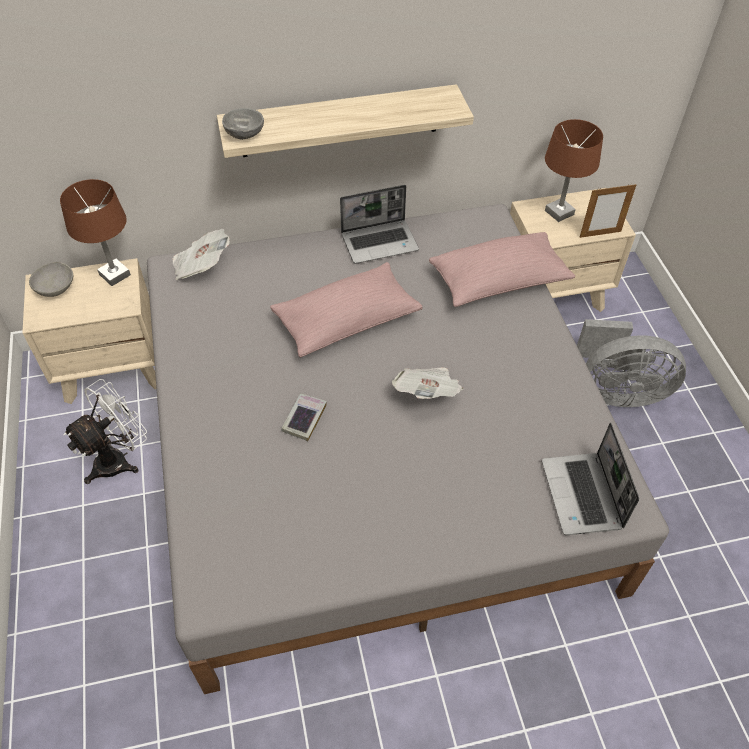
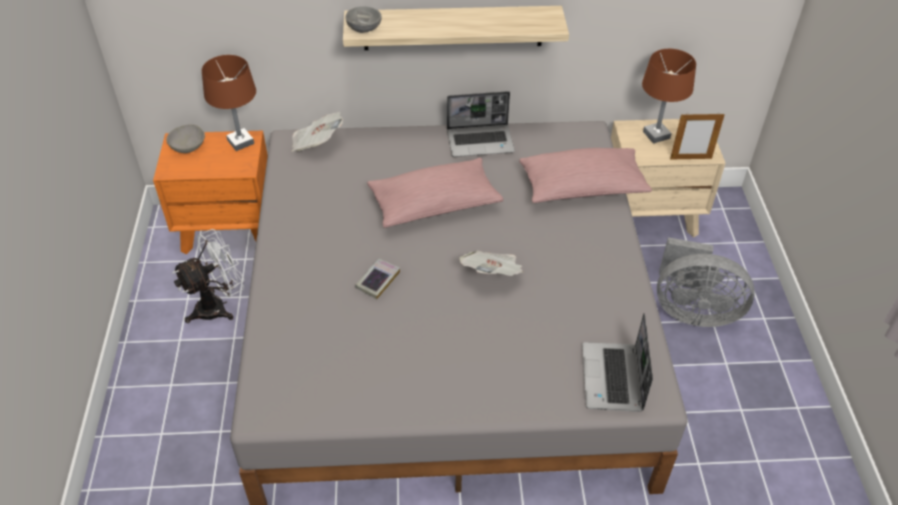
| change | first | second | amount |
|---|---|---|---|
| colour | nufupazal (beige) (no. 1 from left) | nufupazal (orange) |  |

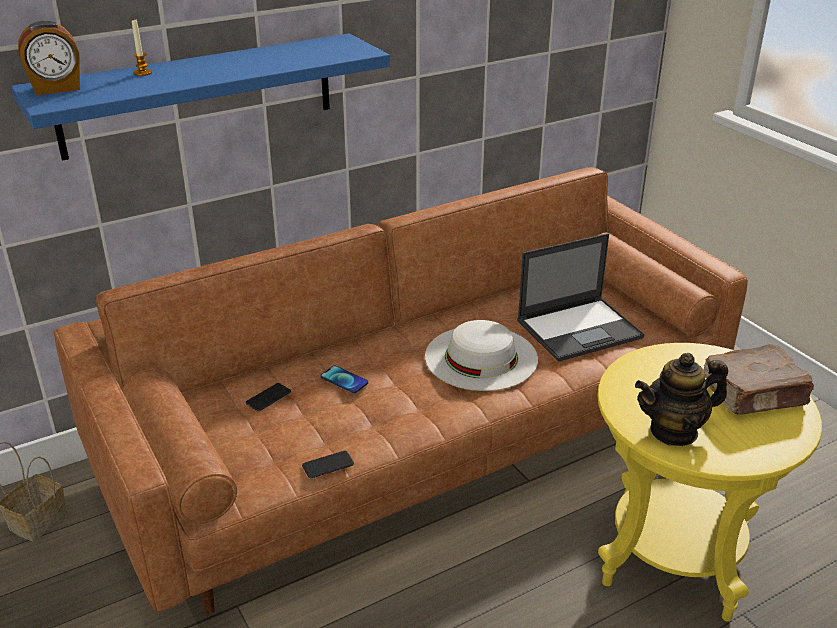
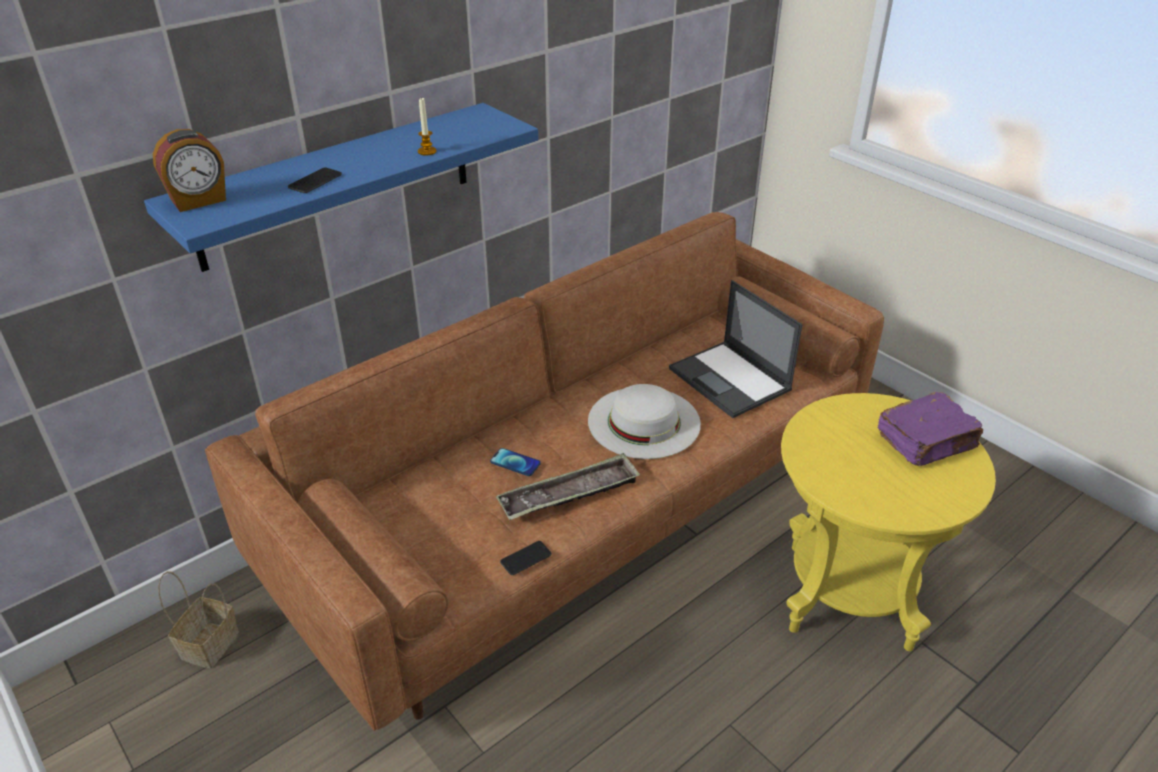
| change | first | second | amount |
|---|---|---|---|
| relocated | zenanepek |  |  |
| spun | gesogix |  | 90 degrees clockwise |
| colour | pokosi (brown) | pokosi (purple) |  |
| missing | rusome |  |  |
| relocated | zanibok (no. 1 from left) |  |  |
| appeared |  | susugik |  |

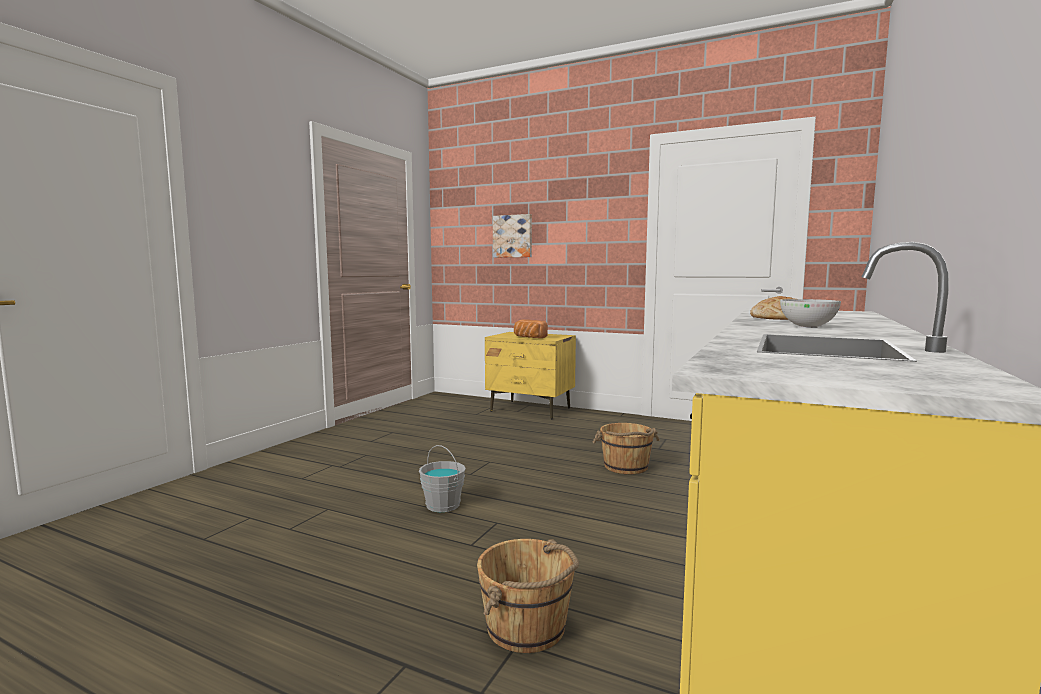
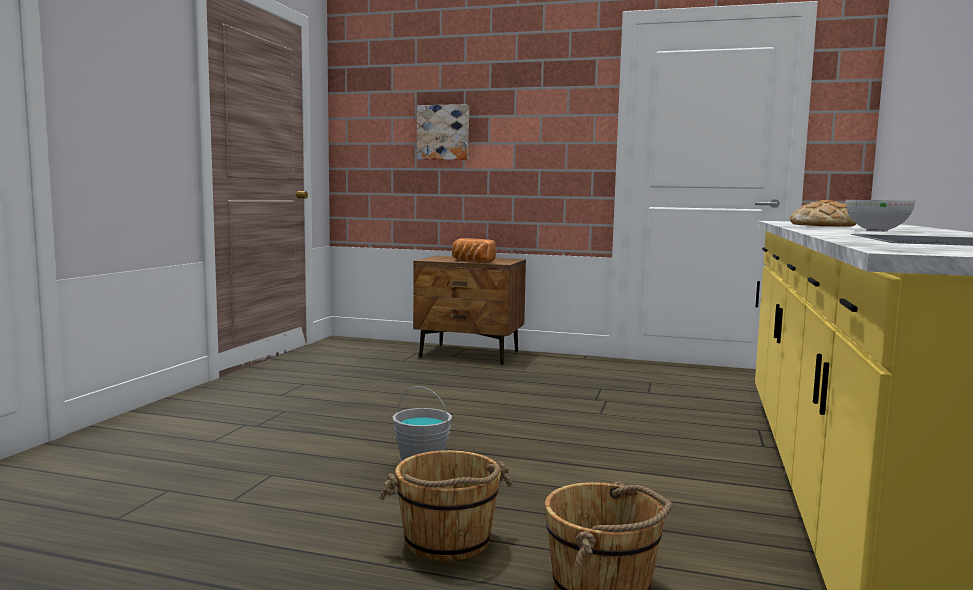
| change | first | second | amount |
|---|---|---|---|
| colour | nufupazal (yellow) | nufupazal (brown) |  |
| relocated | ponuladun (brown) (no. 2 from left in the first image) | ponuladun (brown) (no. 1 from left) |  |

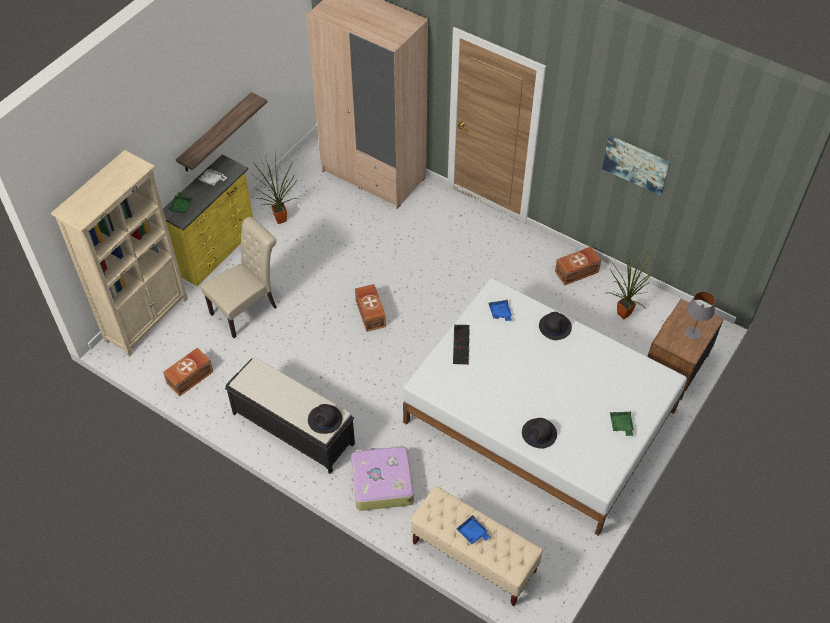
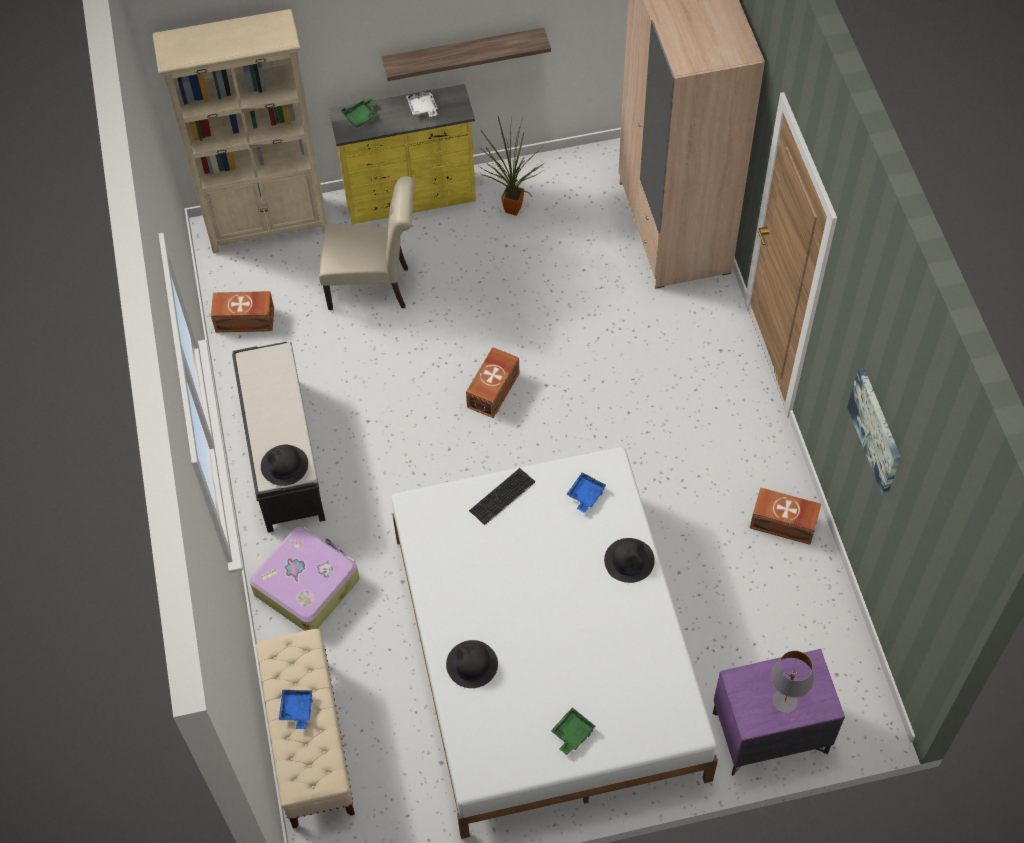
| change | first | second | amount |
|---|---|---|---|
| missing | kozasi (no. 2 from left) |  |  |
| colour | nufupazal (brown) | nufupazal (purple) |  |

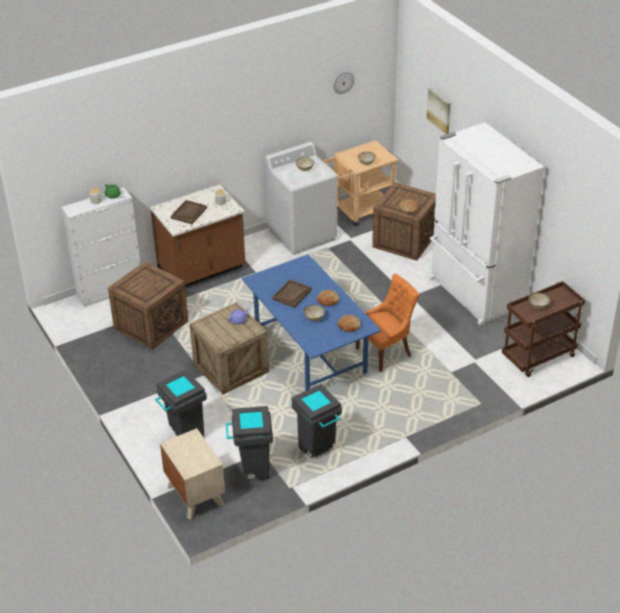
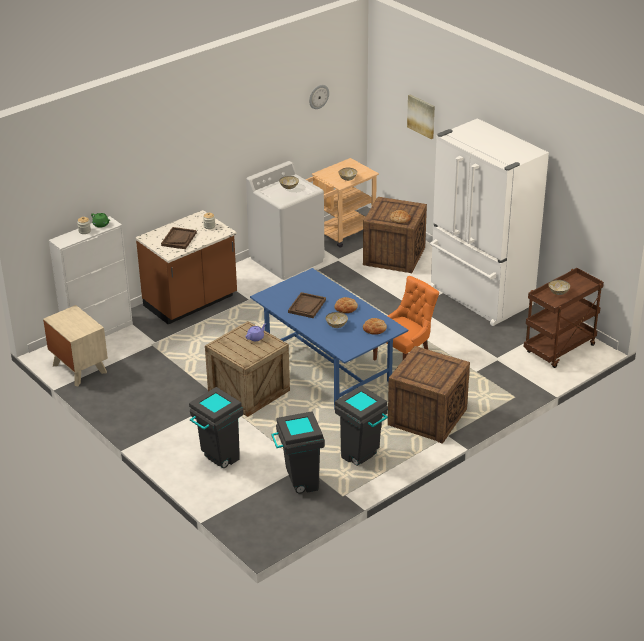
| change | first | second | amount |
|---|---|---|---|
| relocated | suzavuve (no. 1 from left in the first image) | suzavuve (no. 3 from left) |  |
| relocated | nufupazal (beige) |  |  |

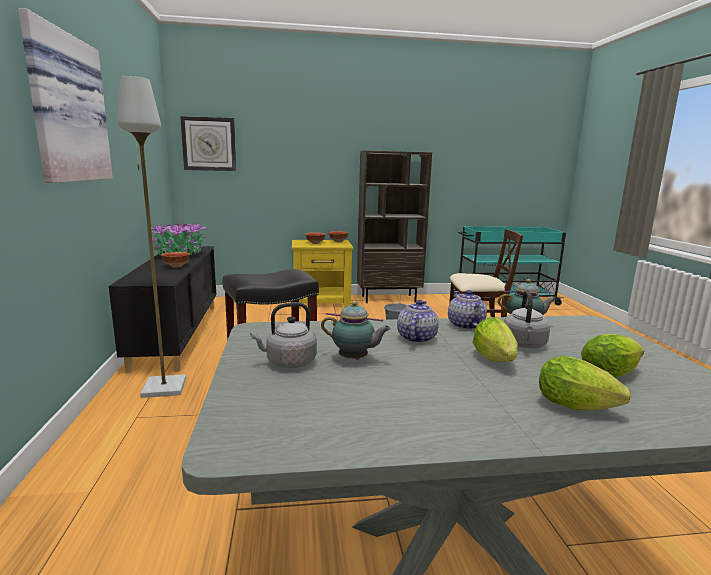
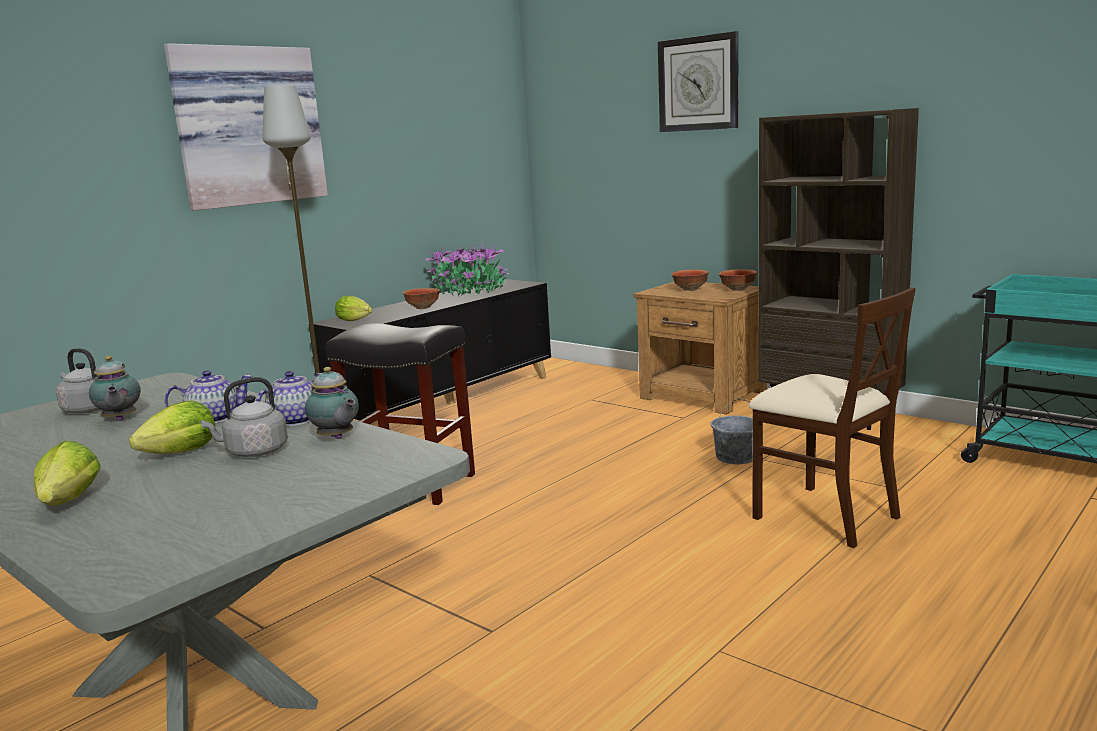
| change | first | second | amount |
|---|---|---|---|
| relocated | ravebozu |  |  |
| colour | nufupazal (yellow) | nufupazal (brown) |  |
| relocated | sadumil (no. 3 from left) |  |  |

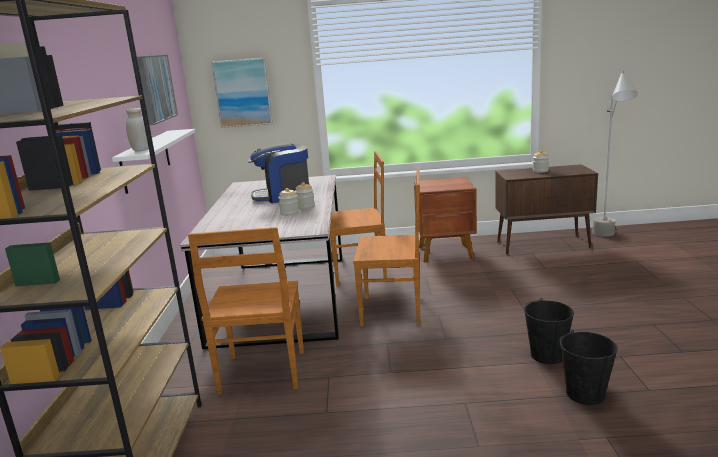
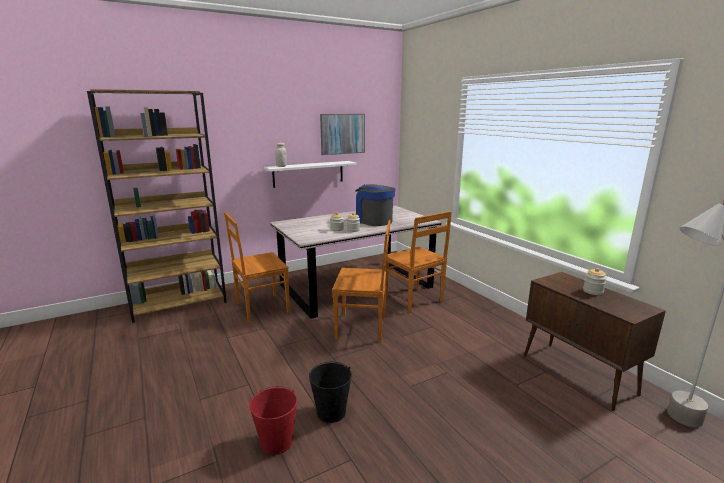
| change | first | second | amount |
|---|---|---|---|
| missing | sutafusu (no. 2 from left) |  |  |
| spun | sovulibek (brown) (no. 3 from left in the first image) | sovulibek (brown) (no. 2 from left) | 60 degrees counterclockwise |
| missing | nufupazal (brown) |  |  |
| colour | ponuladun (black) (no. 2 from left) | ponuladun (red) |  |

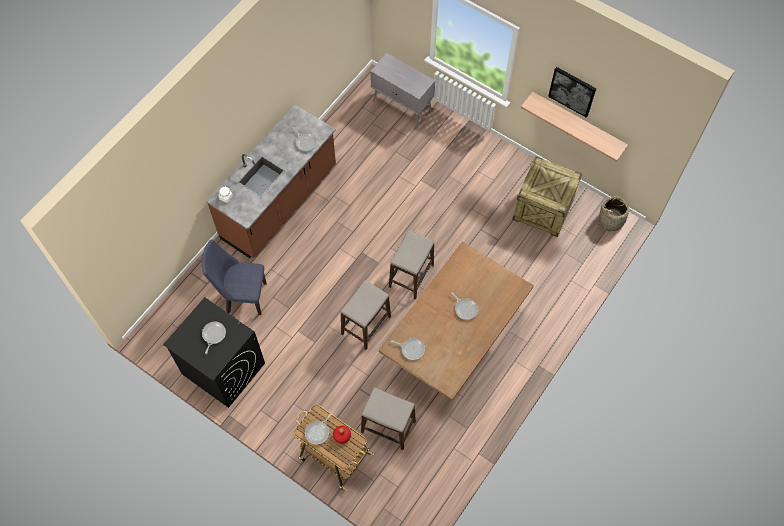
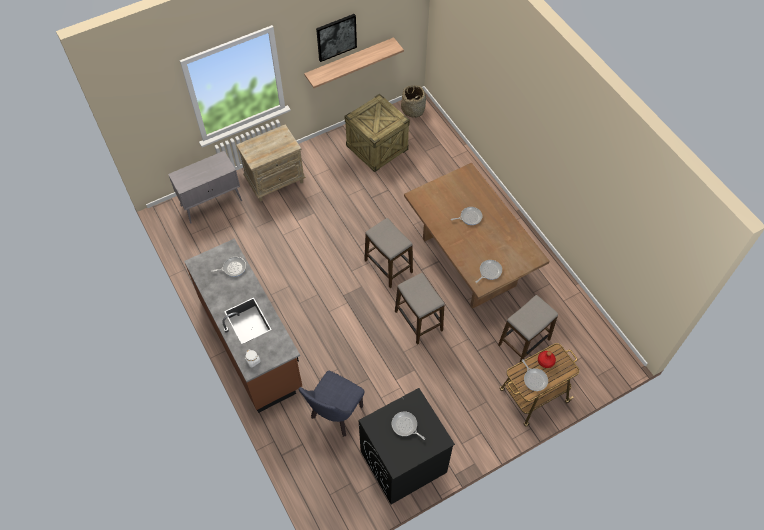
| change | first | second | amount |
|---|---|---|---|
| appeared |  | nufupazal (beige) |  |

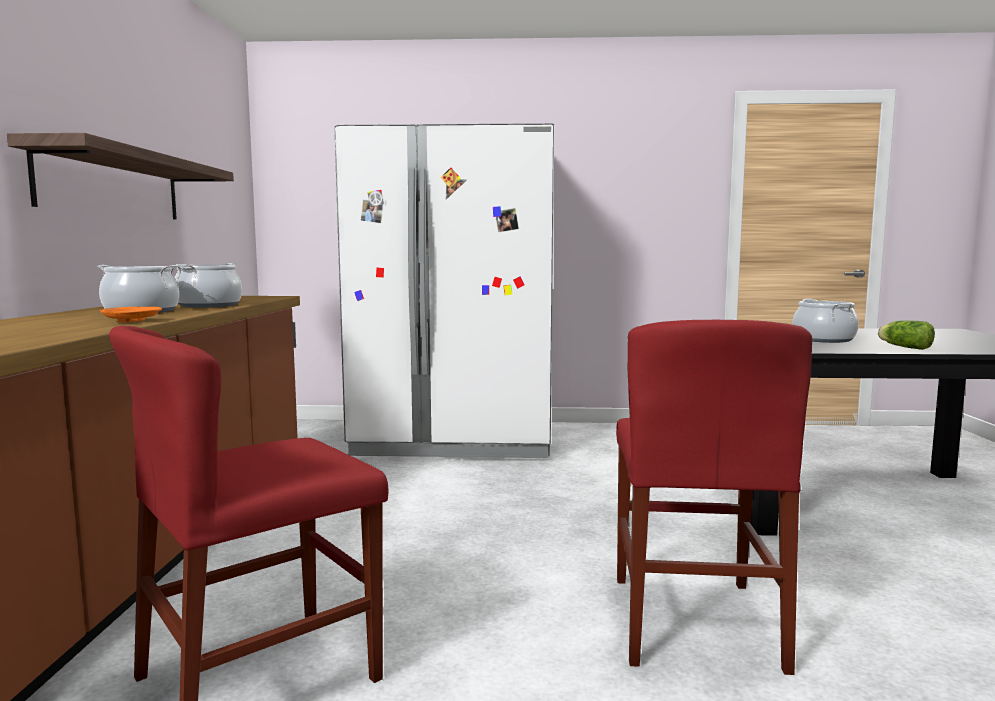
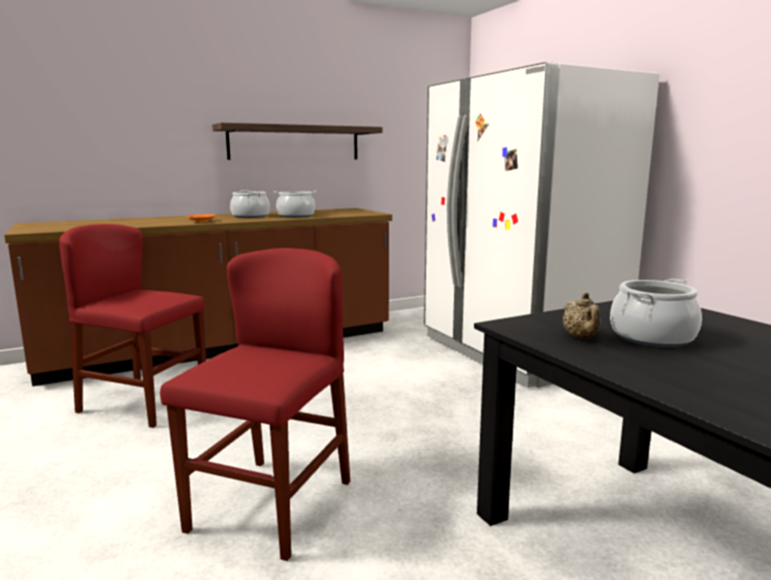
| change | first | second | amount |
|---|---|---|---|
| spun | sovulibek (red) (no. 2 from left) |  | 135 degrees clockwise |
| missing | sadumil |  |  |
| appeared |  | rusome (beige) |  |

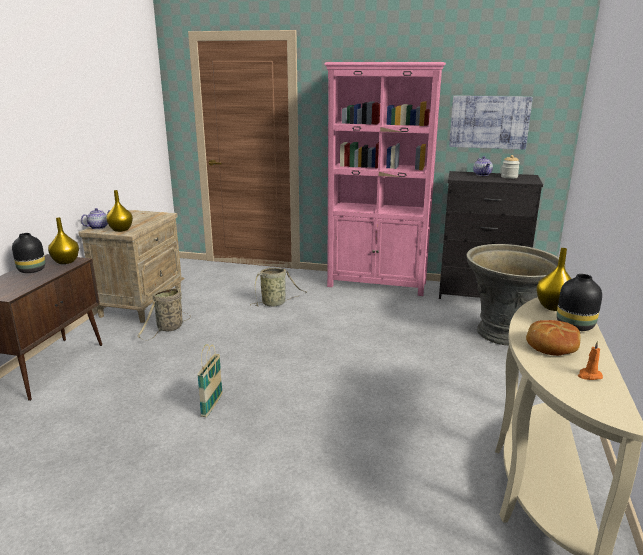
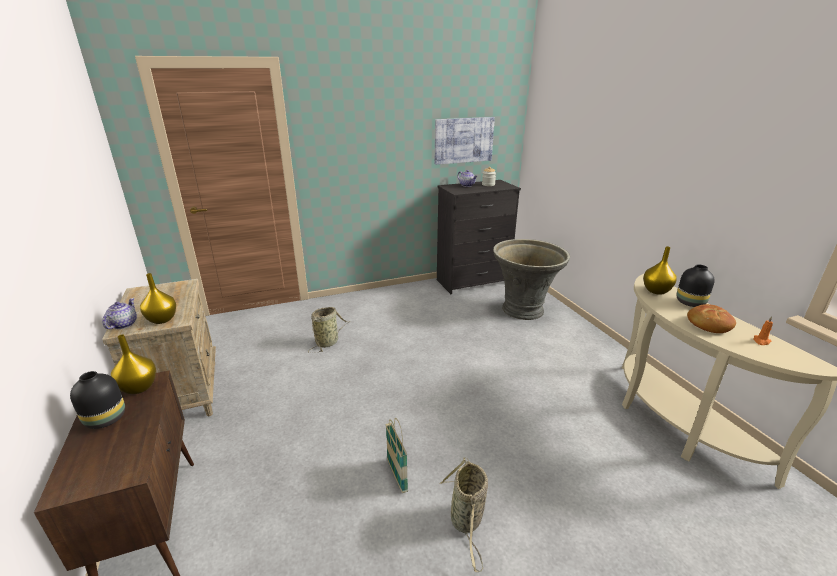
| change | first | second | amount |
|---|---|---|---|
| missing | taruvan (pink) |  |  |
| relocated | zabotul (no. 1 from left in the first image) | zabotul (no. 3 from left) |  |

